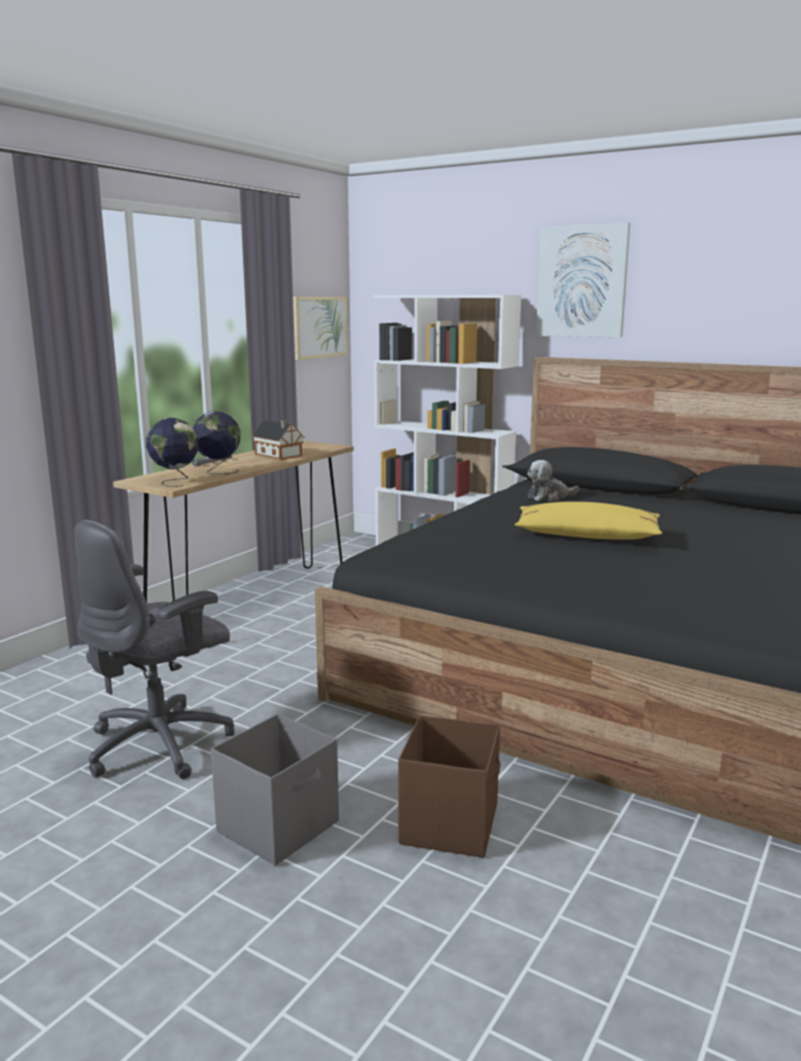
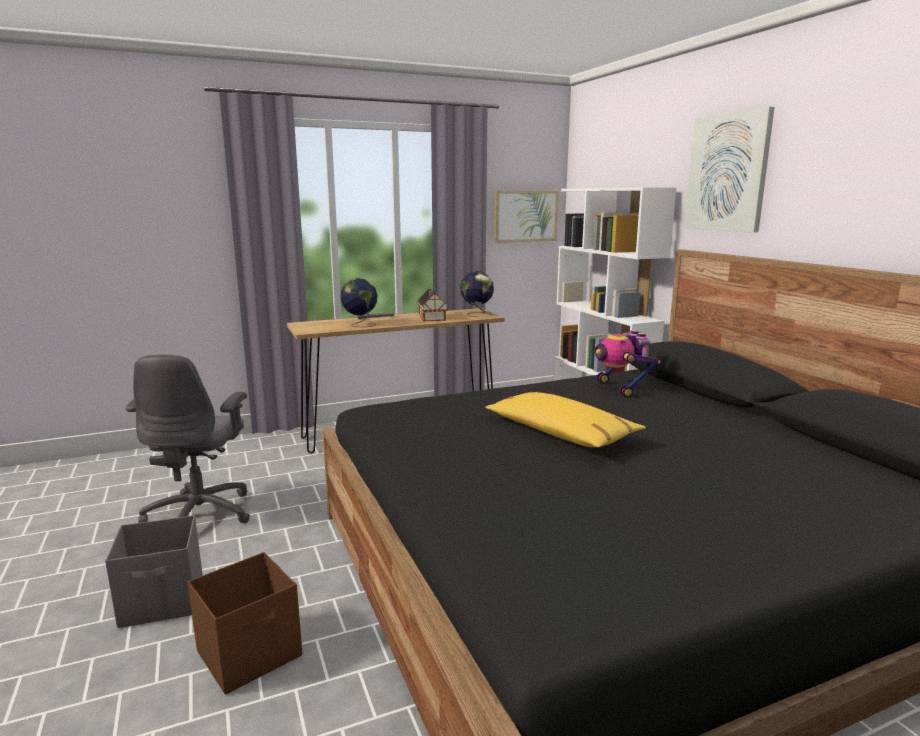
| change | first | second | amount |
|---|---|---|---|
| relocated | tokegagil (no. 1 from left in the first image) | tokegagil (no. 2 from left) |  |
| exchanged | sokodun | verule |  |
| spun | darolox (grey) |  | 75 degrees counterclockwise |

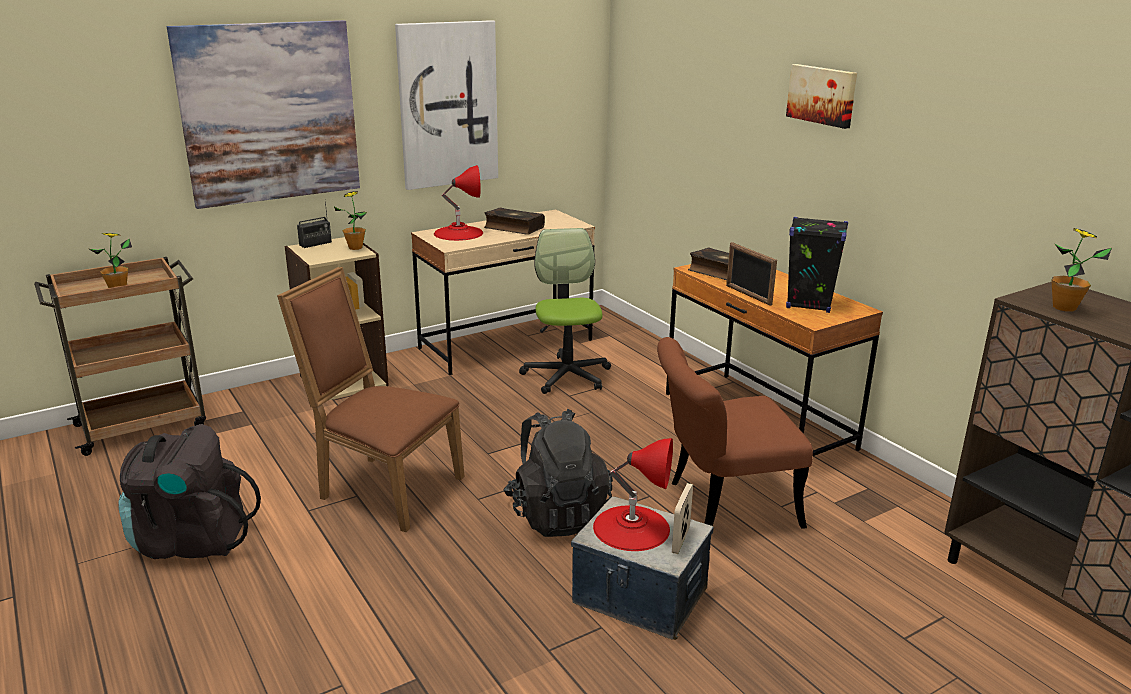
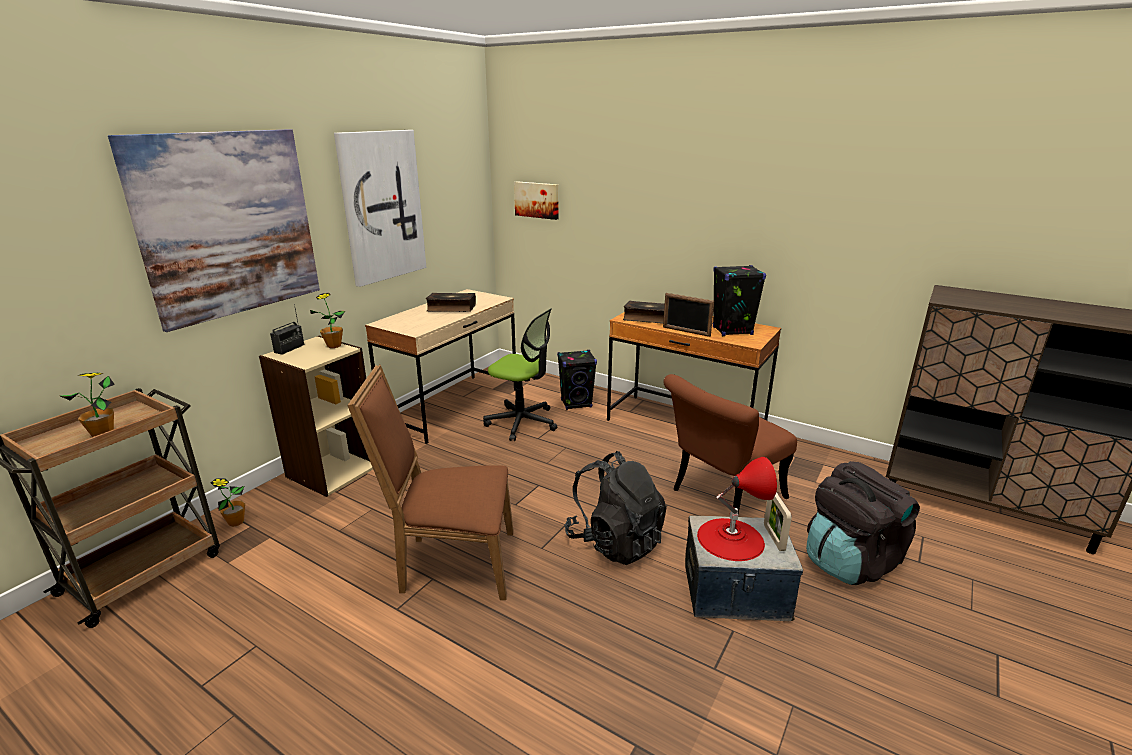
| change | first | second | amount |
|---|---|---|---|
| relocated | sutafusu (no. 3 from left) |  |  |
| missing | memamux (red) (no. 1 from left) |  |  |
| spun | darolox |  | 150 degrees clockwise |
| relocated | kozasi (no. 3 from left in the first image) | kozasi (no. 2 from left) |  |
| relocated | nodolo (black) (no. 1 from left in the first image) | nodolo (black) (no. 2 from left) |  |
| appeared |  | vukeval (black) (no. 1 from left) |  |

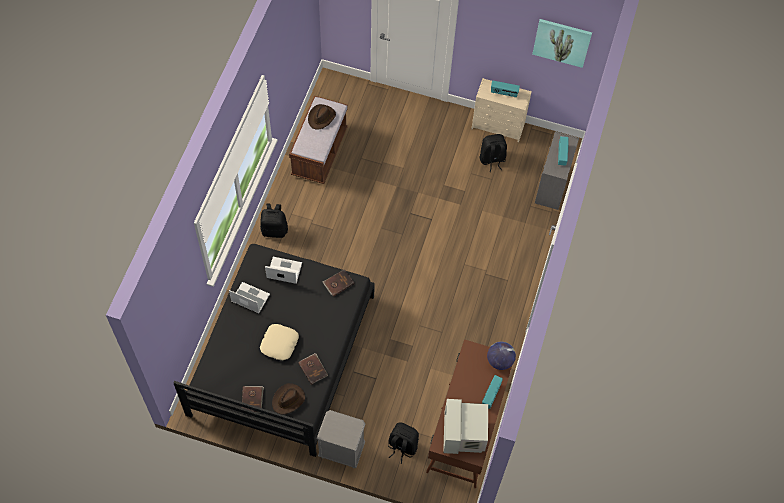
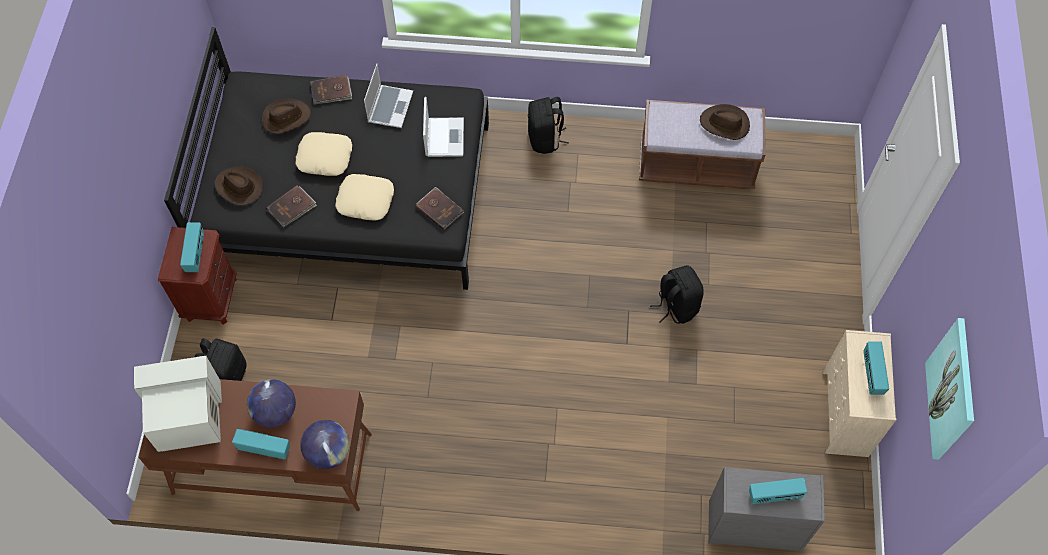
| change | first | second | amount |
|---|---|---|---|
| relocated | nodolo (black) (no. 3 from left) |  |  |
| relocated | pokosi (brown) (no. 1 from left in the first image) | pokosi (brown) (no. 2 from left) |  |
| colour | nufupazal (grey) | nufupazal (brown) |  |
| appeared |  | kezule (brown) (no. 2 from left) |  |
| appeared |  | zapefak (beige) (no. 2 from left) |  |
| appeared |  | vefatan (no. 1 from left) |  |
| appeared |  | tokegagil (no. 1 from left) |  |

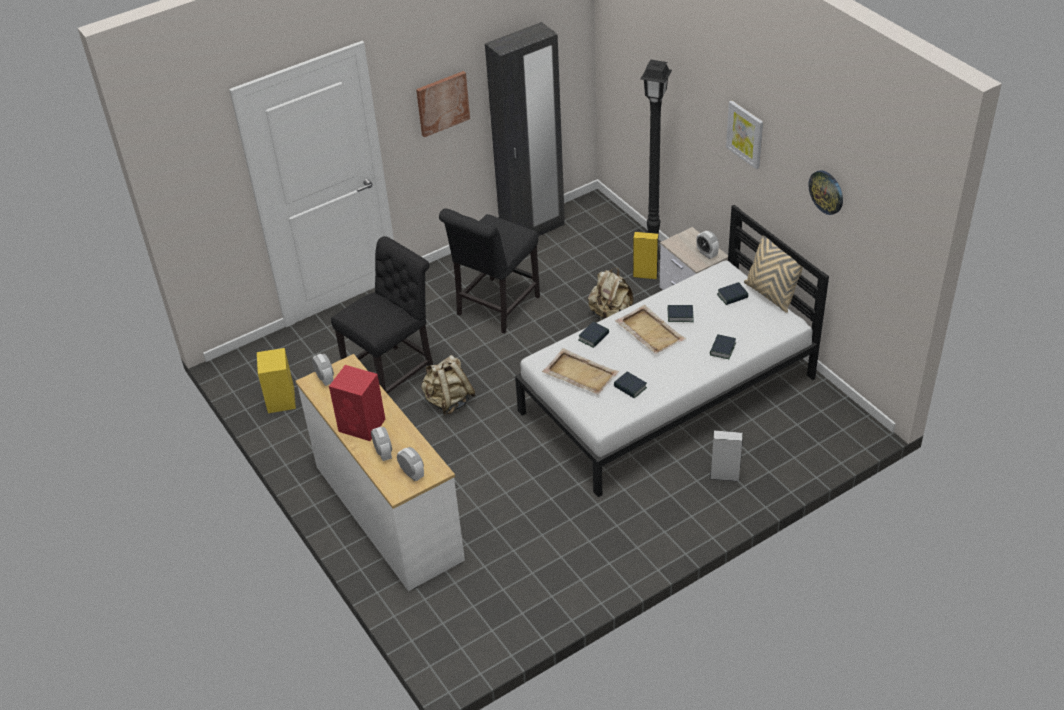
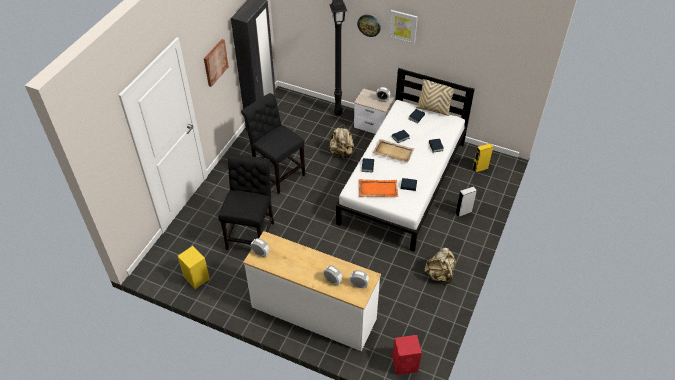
| change | first | second | amount |
|---|---|---|---|
| relocated | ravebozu |  |  |
| spun | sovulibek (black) (no. 2 from left) |  | 135 degrees clockwise |
| relocated | vukeval (yellow) (no. 2 from left) |  |  |
| colour | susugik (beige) (no. 1 from left) | susugik (orange) |  |
| relocated | nodolo (beige) (no. 1 from left in the first image) | nodolo (beige) (no. 2 from left) |  |
| relocated | vukeval (red) |  |  |

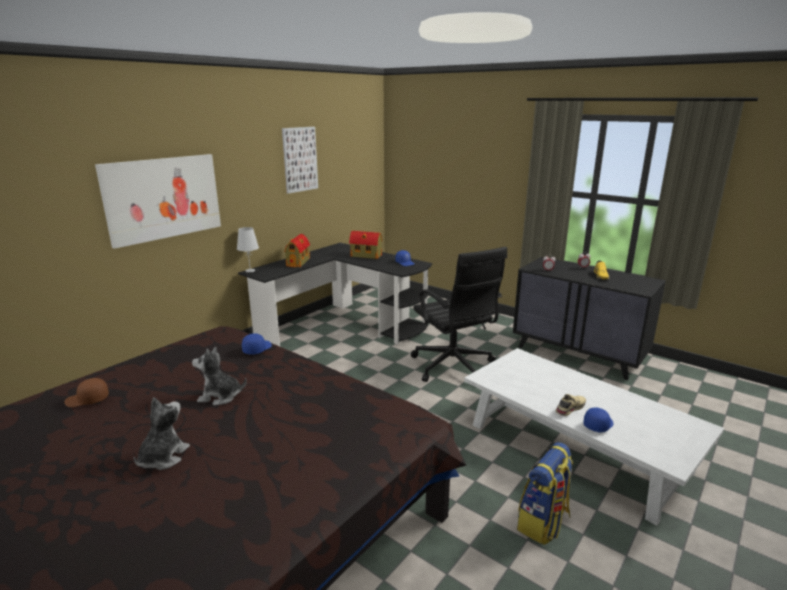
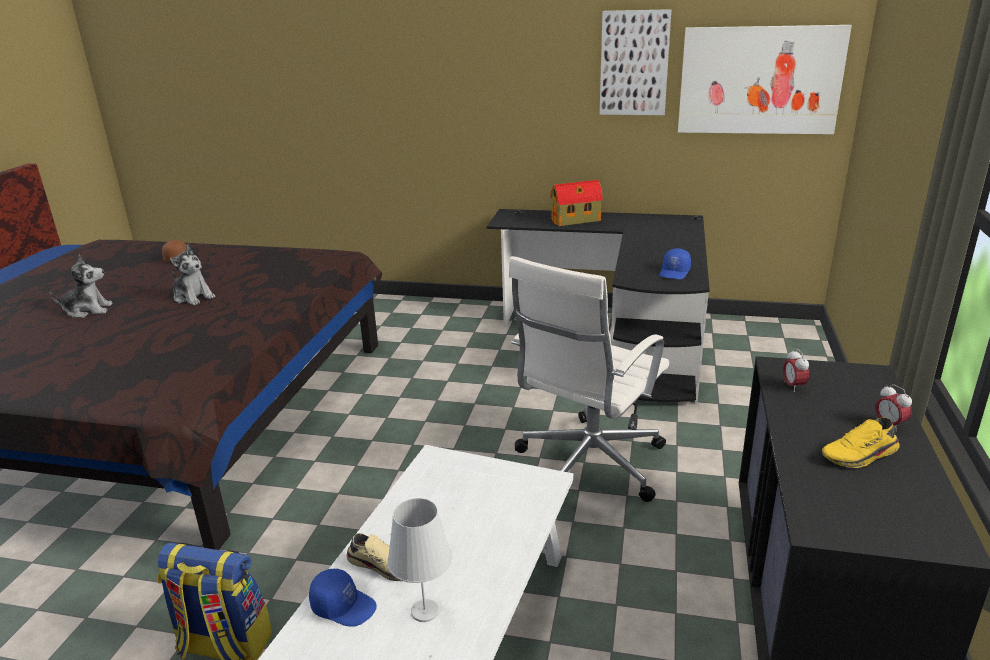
| change | first | second | amount |
|---|---|---|---|
| relocated | sutafusu (no. 1 from left in the first image) | sutafusu (no. 2 from left) |  |
| relocated | memamux (white) |  |  |
| missing | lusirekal (no. 2 from left) |  |  |
| colour | darolox (black) | darolox (white) |  |
| missing | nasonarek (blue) (no. 1 from left) |  |  |
| spun | sokodun (no. 2 from left) |  | 150 degrees clockwise |

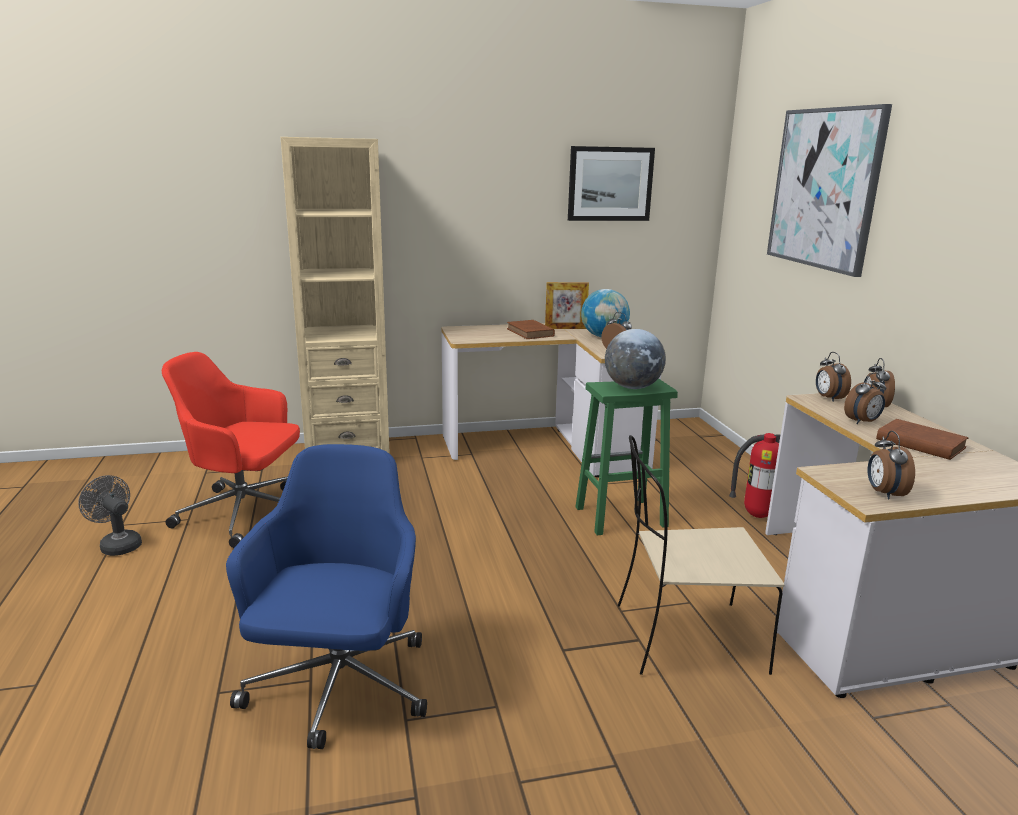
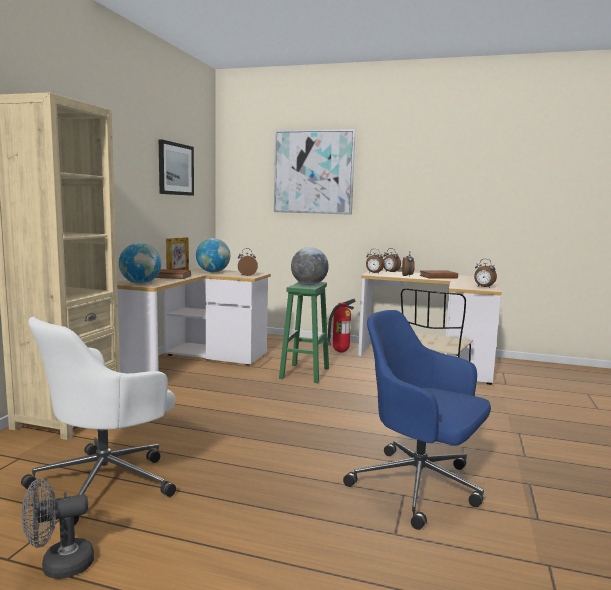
| change | first | second | amount |
|---|---|---|---|
| colour | darolox (red) | darolox (white) |  |
| appeared |  | tokegagil (no. 1 from left) |  |

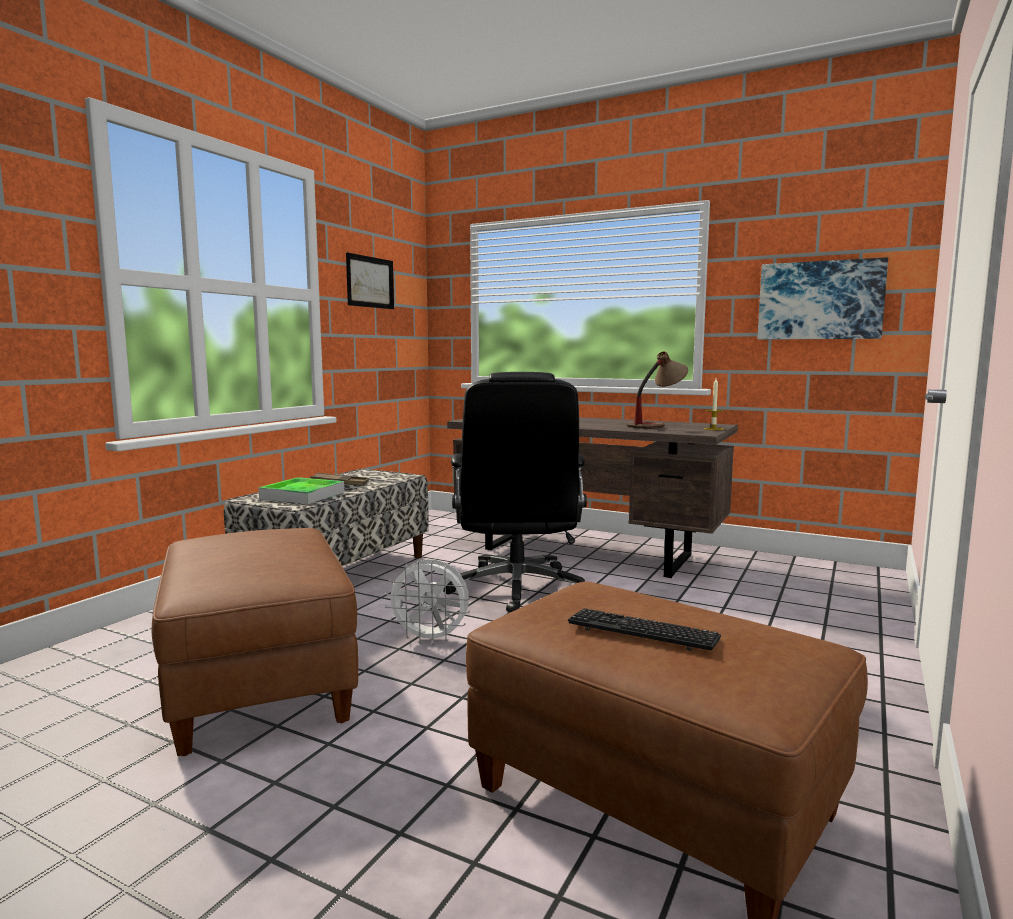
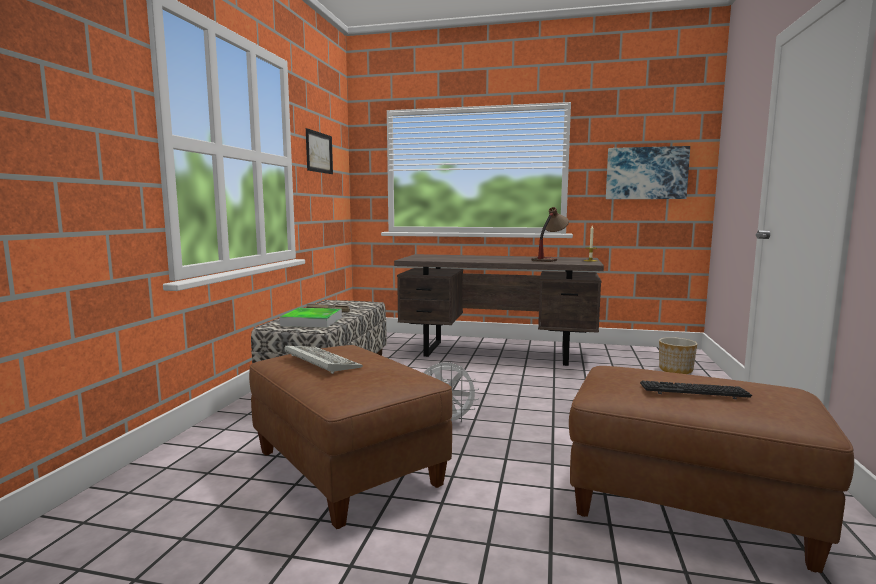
| change | first | second | amount |
|---|---|---|---|
| missing | darolox (black) |  |  |
| appeared |  | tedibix |  |
| appeared |  | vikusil (no. 1 from left) |  |

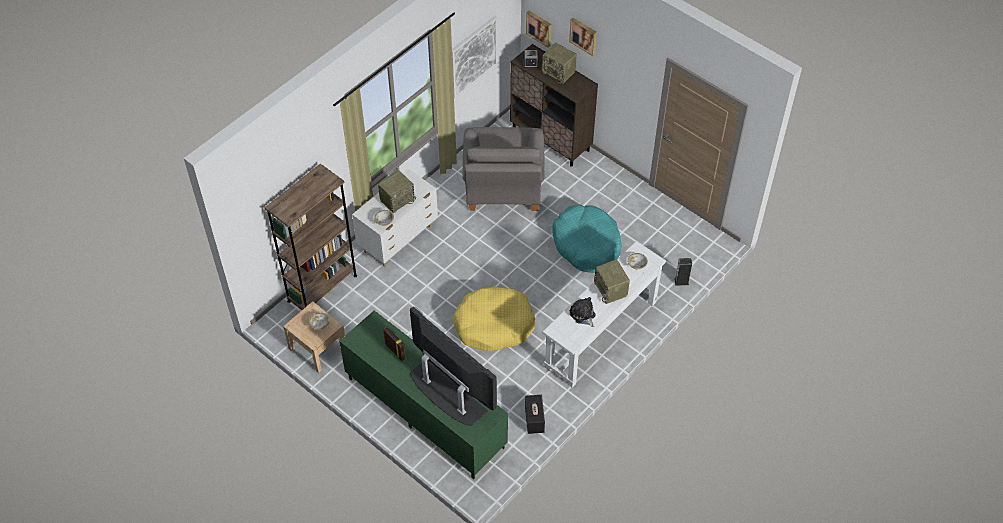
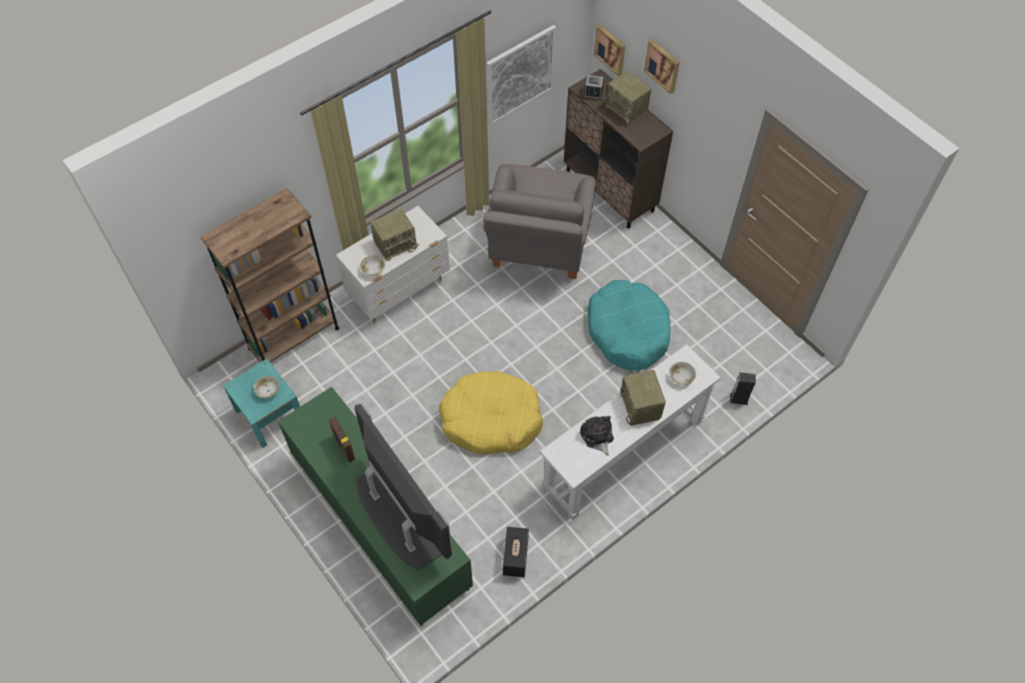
| change | first | second | amount |
|---|---|---|---|
| colour | nufupazal (beige) | nufupazal (turquoise) |  |

